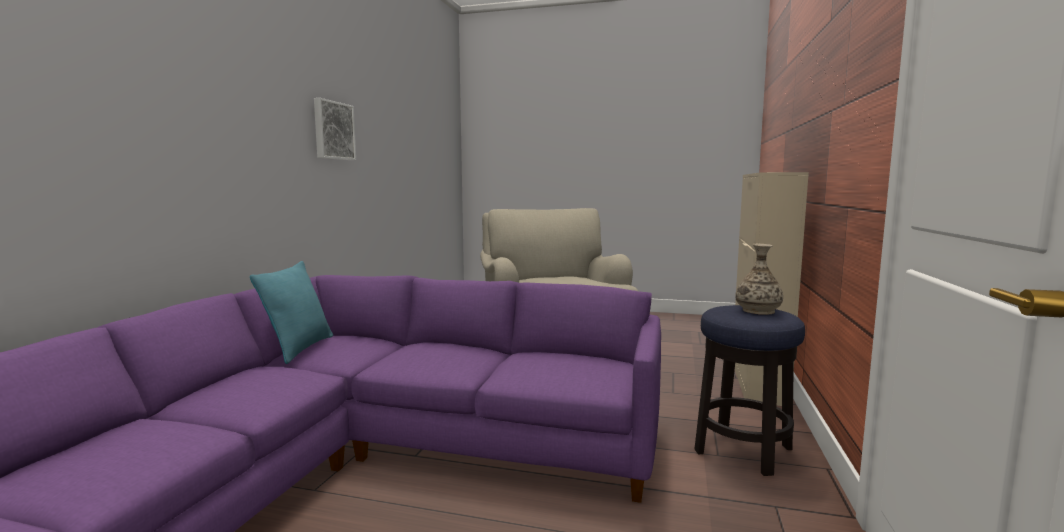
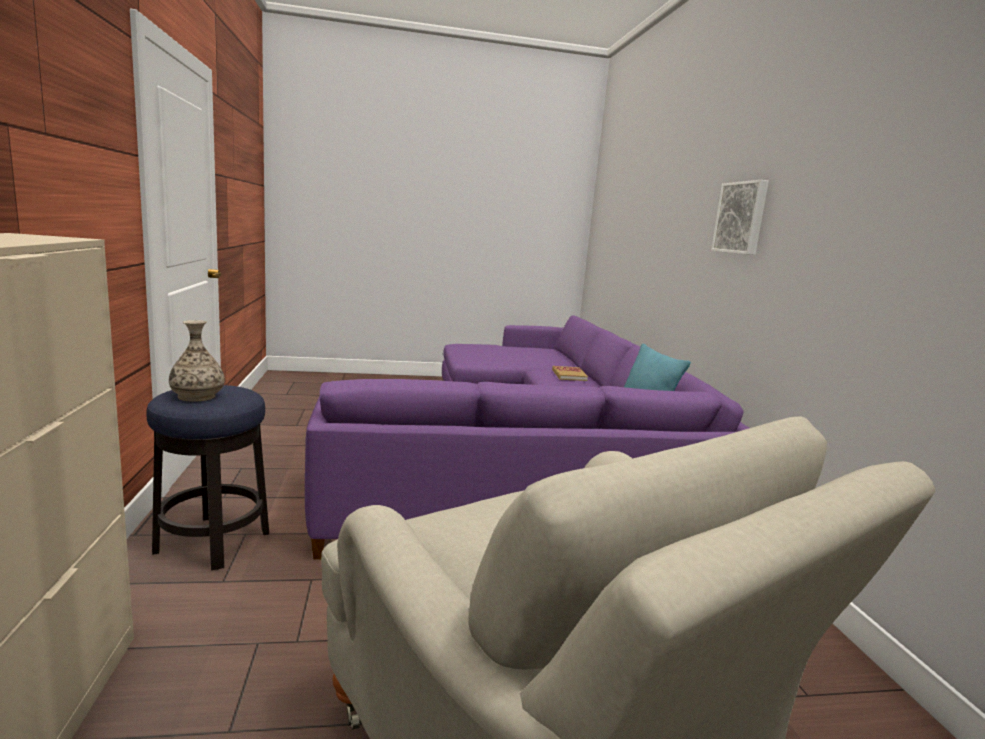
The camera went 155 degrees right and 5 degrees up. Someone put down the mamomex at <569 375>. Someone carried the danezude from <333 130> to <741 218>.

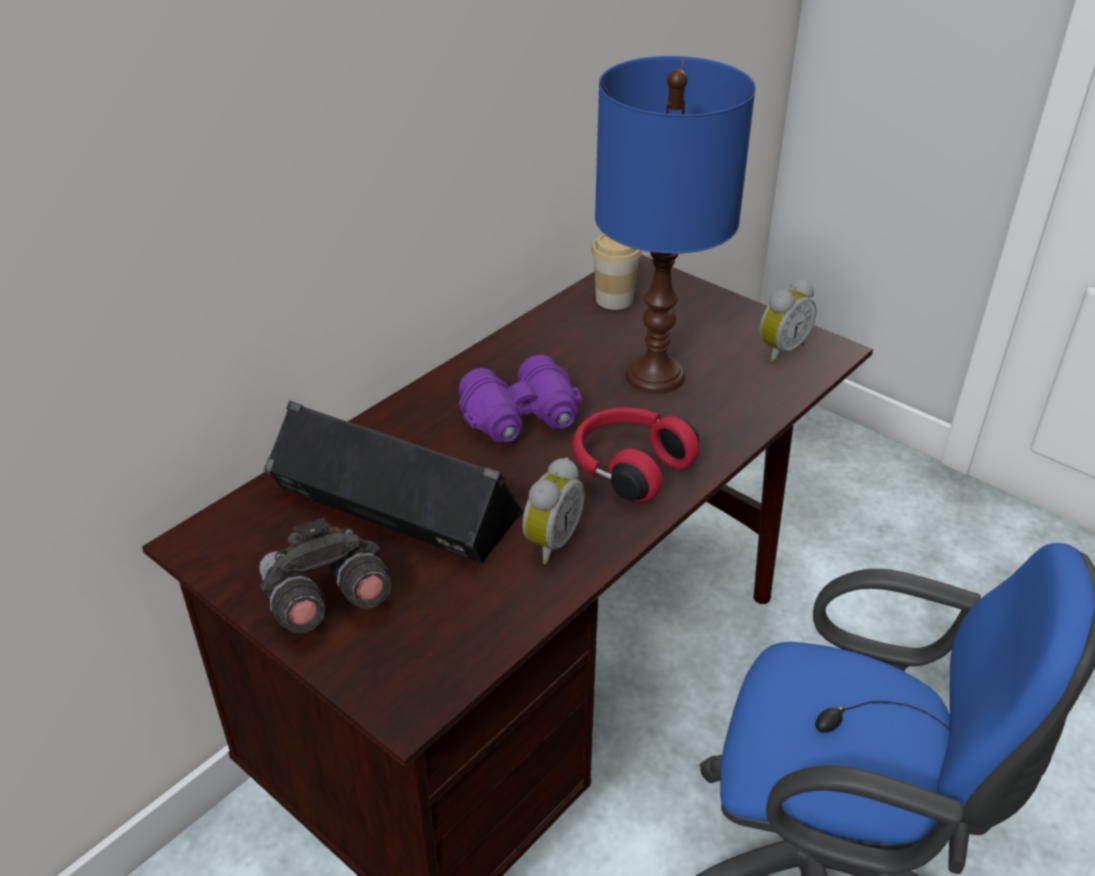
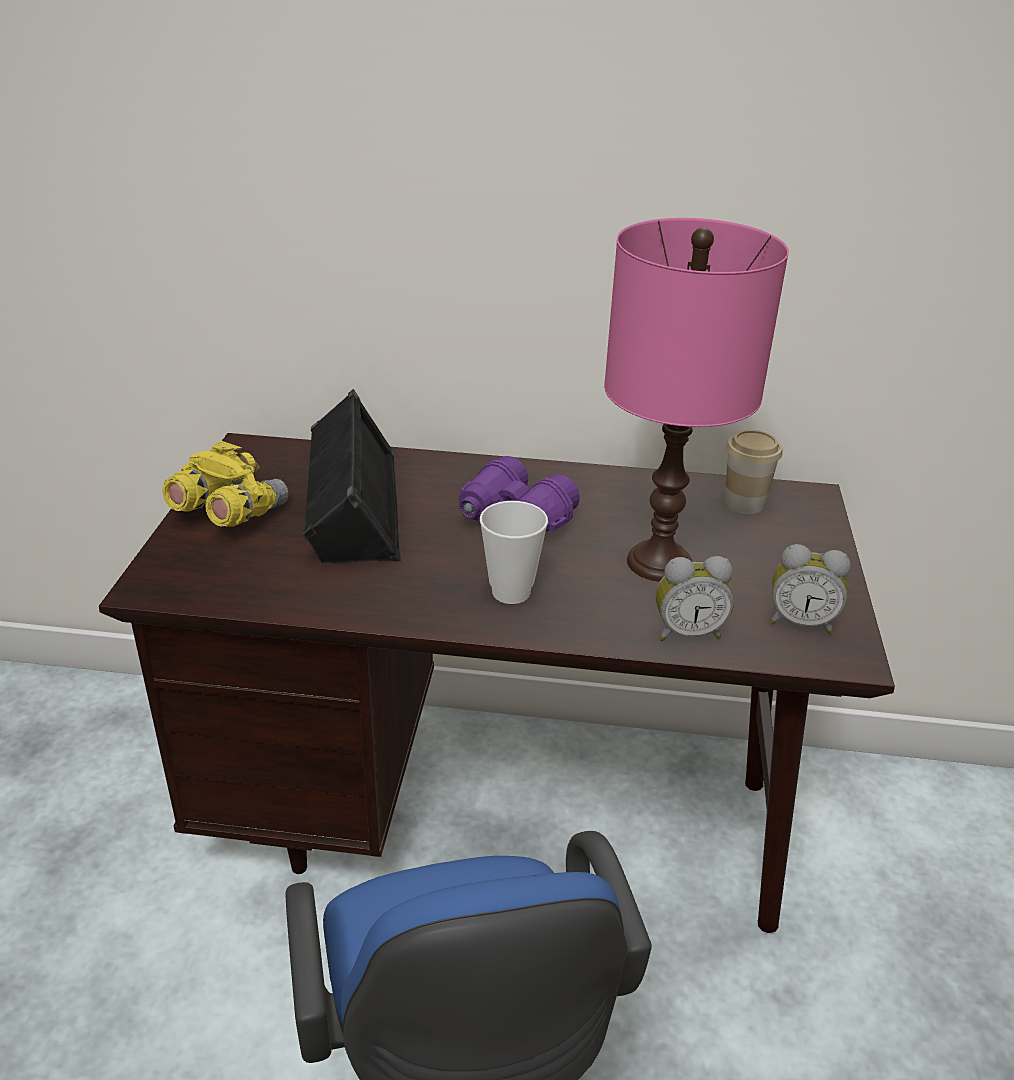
The camera went 55 degrees right and 5 degrees down. Someone carried the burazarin from <549 542> to <687 632>. Someone swapped the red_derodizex at <628 467> for the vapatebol at <511 592>. Someone repainted the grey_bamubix at <324 601>, which became the yellow_bamubix at <228 515>. Someone repainted the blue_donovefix at <655 376>, which became the pink_donovefix at <659 563>.

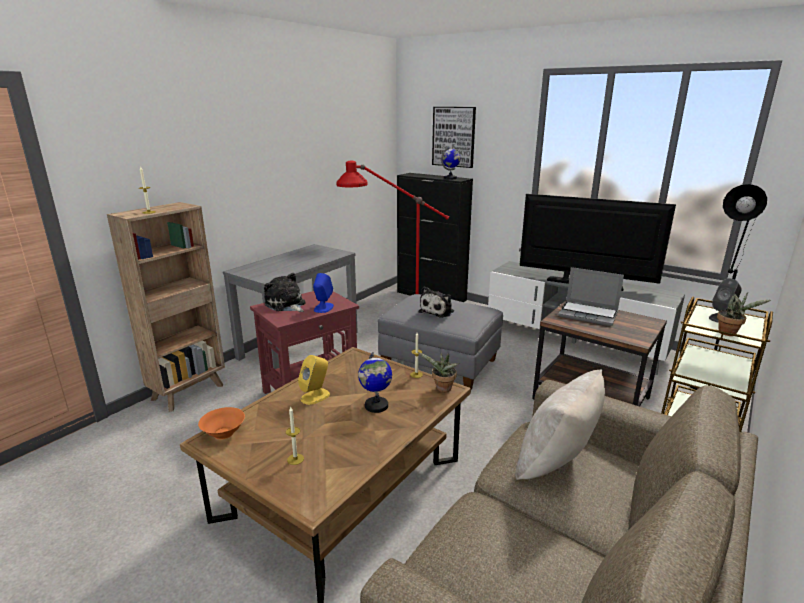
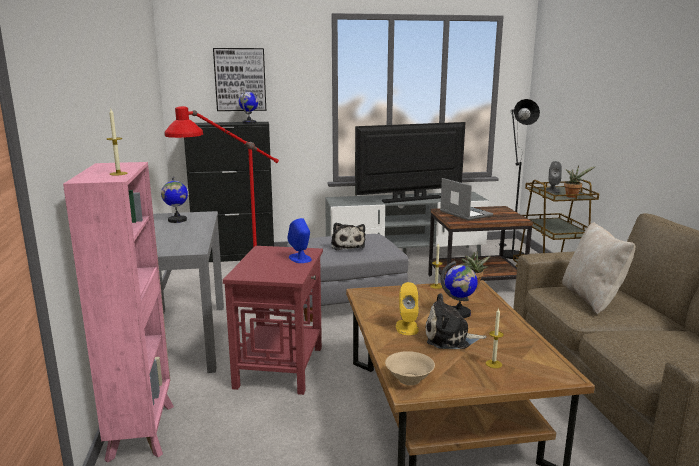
The camera went 45 degrees left and 5 degrees down. Someone put down the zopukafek at <177 220>. Someone carried the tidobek from <286 305> to <450 338>. Someone repainted the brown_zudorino at <189 392>, which became the pink_zudorino at <142 430>. Someone repainted the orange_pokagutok at <224 433>, which became the beige_pokagutok at <409 379>. Someone rotated the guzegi at <589 314> by 105 degrees counterclockwise.

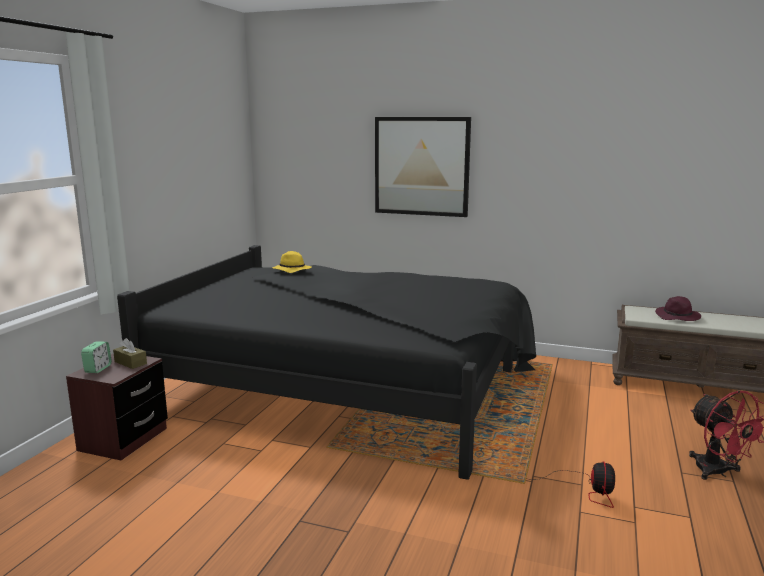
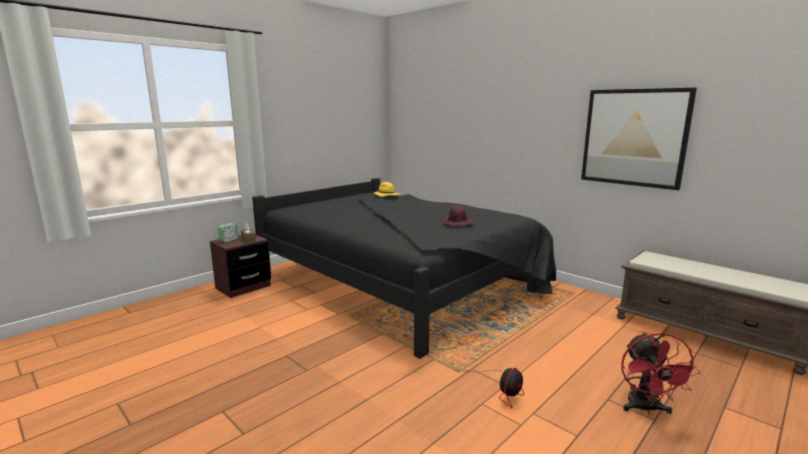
The camera went 25 degrees right and 0 degrees up. Someone carried the danezude from <421 166> to <634 137>. Someone carried the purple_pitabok from <678 317> to <458 223>.

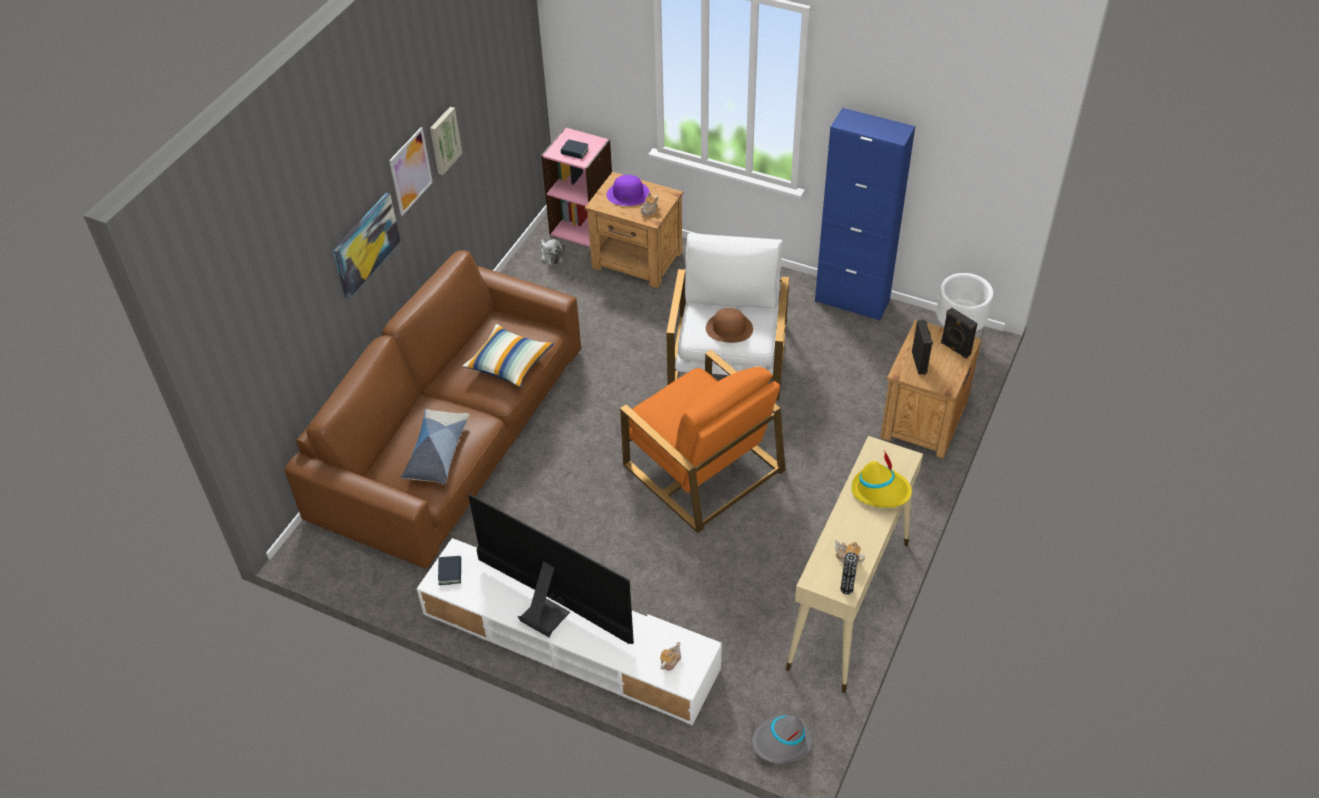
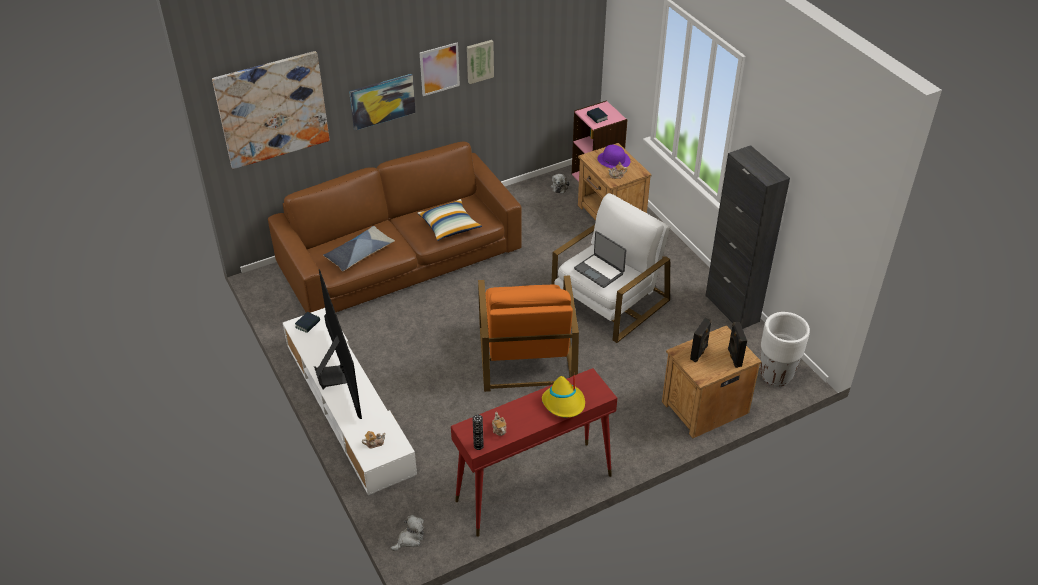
The camera went 35 degrees right and 5 degrees down. Someone put up the danezude at <272 109>. Someone swapped the brown_pitabok at <729 328> for the guzegi at <599 271>. Someone swapped the grey_pitabok at <781 742> for the tidobek at <409 539>. Someone repainted the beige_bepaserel at <848 606>, which became the red_bepaserel at <533 488>. Someone repainted the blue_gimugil at <852 301>, which became the black_gimugil at <732 308>.

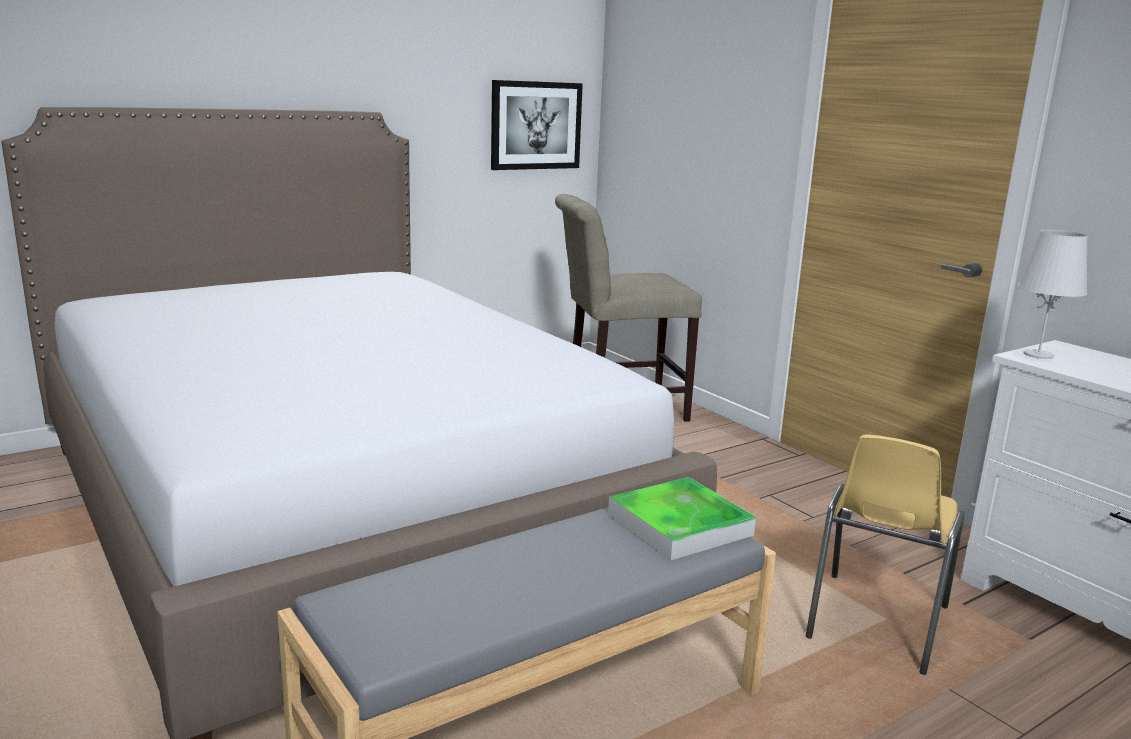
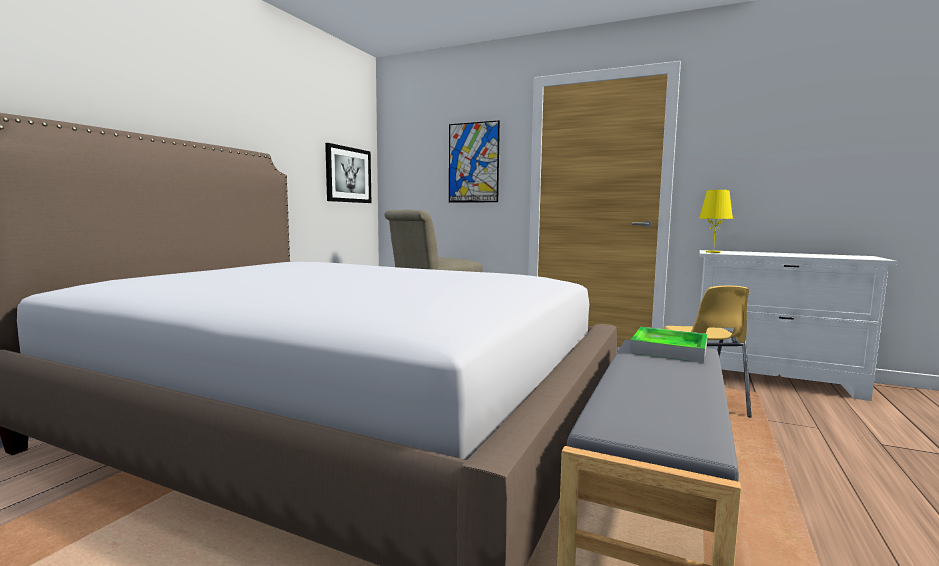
The camera went 30 degrees left and 10 degrees down. Someone put up the danezude at <473 162>. Someone repainted the white_donovefix at <1039 355>, which became the yellow_donovefix at <713 252>.

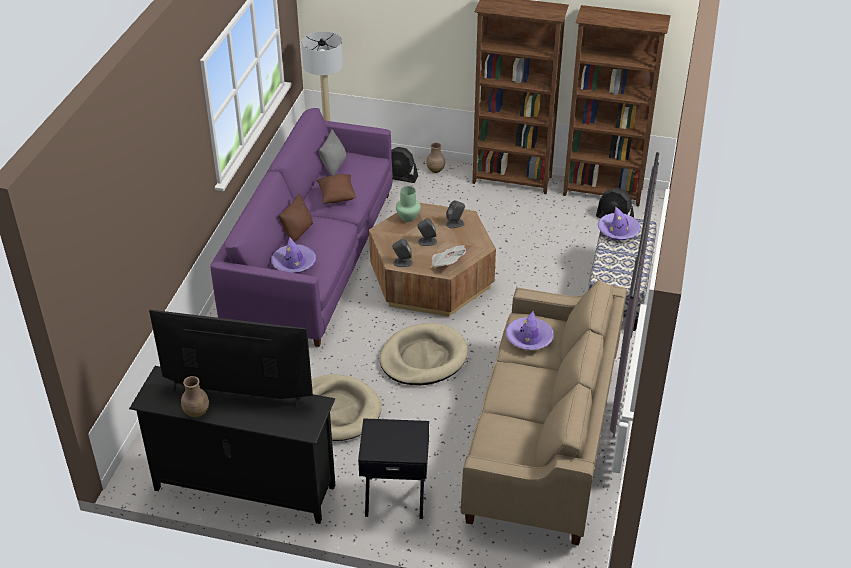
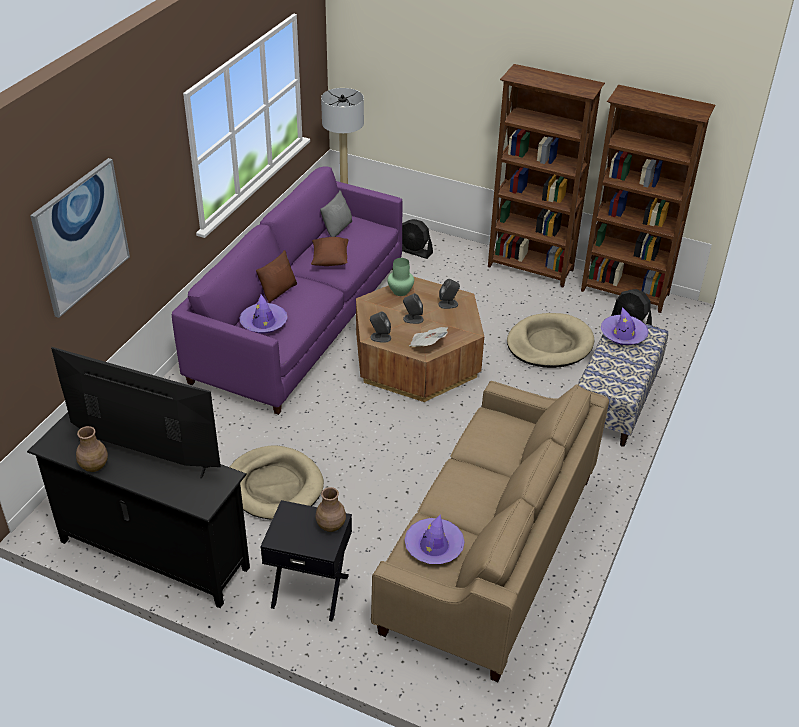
The camera went 10 degrees right and 0 degrees up. Someone put up the danezude at <81 237>. Someone carried the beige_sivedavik from <423 358> to <549 344>. Someone carried the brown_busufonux from <435 170> to <330 526>. Someone carried the purple_pitabok from <529 338> to <434 546>.

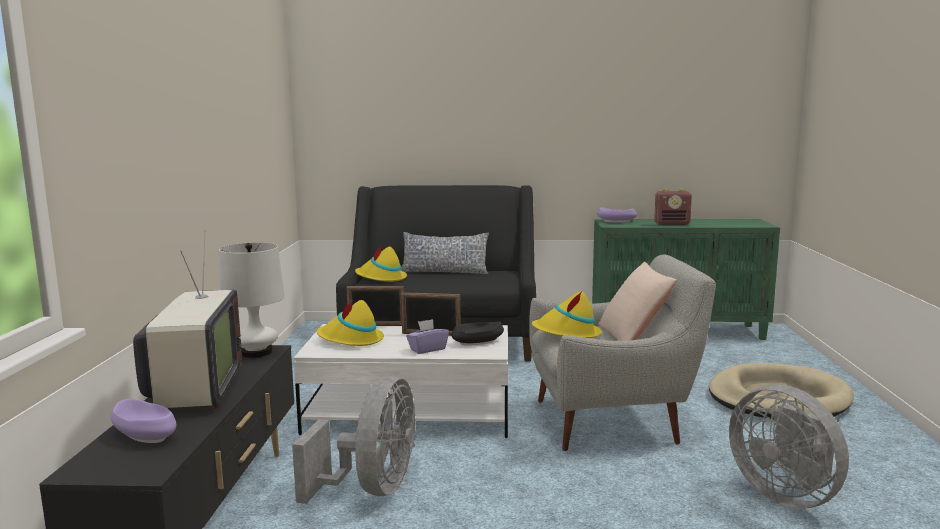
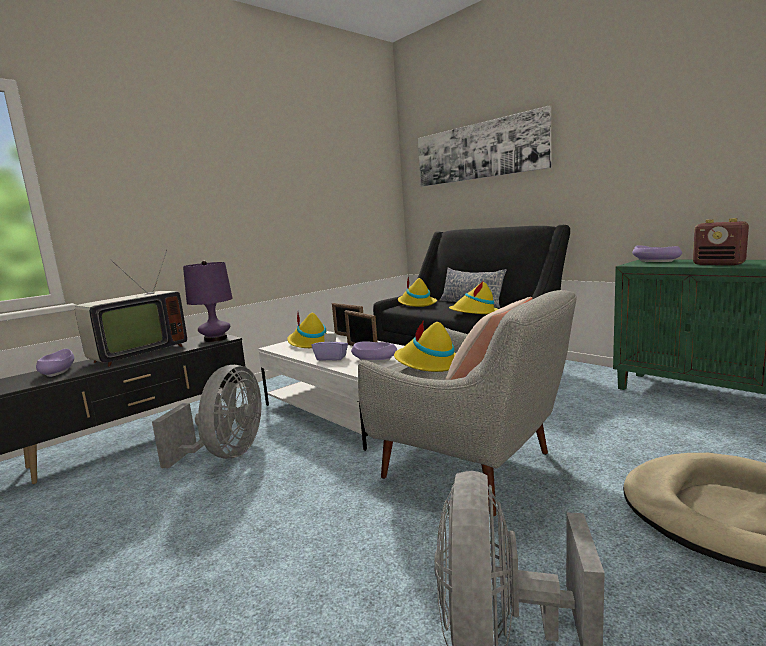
The camera went 45 degrees right and 0 degrees up. Someone put up the danezude at <478 151>. Someone put down the yellow_pitabok at <474 313>. Someone repainted the white_donovefix at <256 352>, which became the purple_donovefix at <215 339>. Someone repainted the black_pokagutok at <478 342>, which became the purple_pokagutok at <375 359>. Someone rotated the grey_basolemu at <372 489> by 45 degrees counterclockwise.

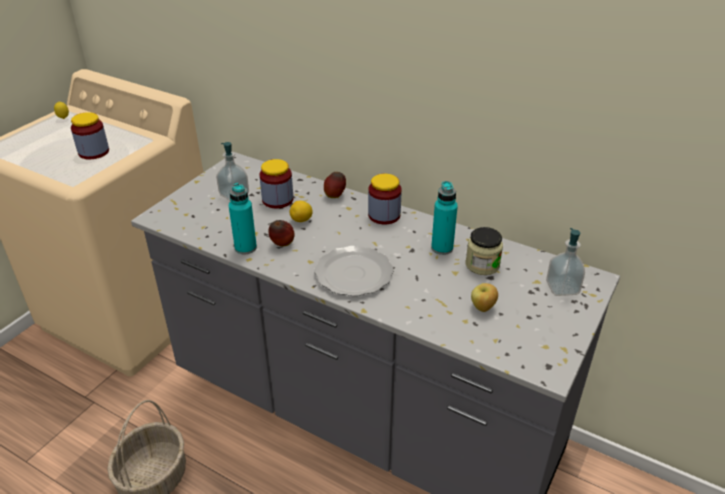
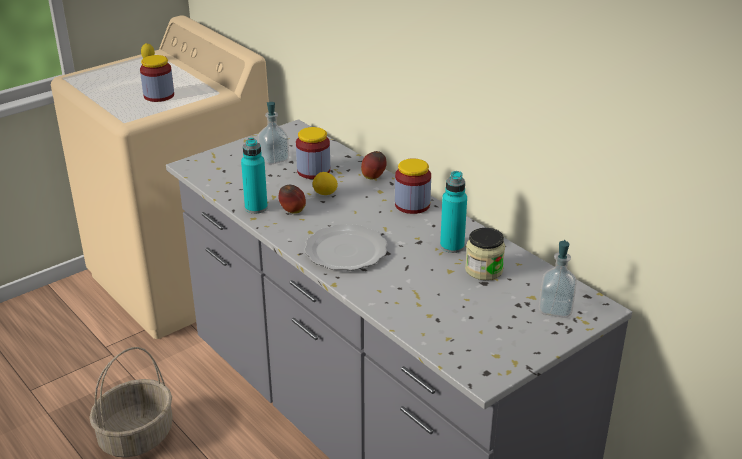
The camera went 20 degrees right and 5 degrees down. Someone took away the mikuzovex at <483 308>.

